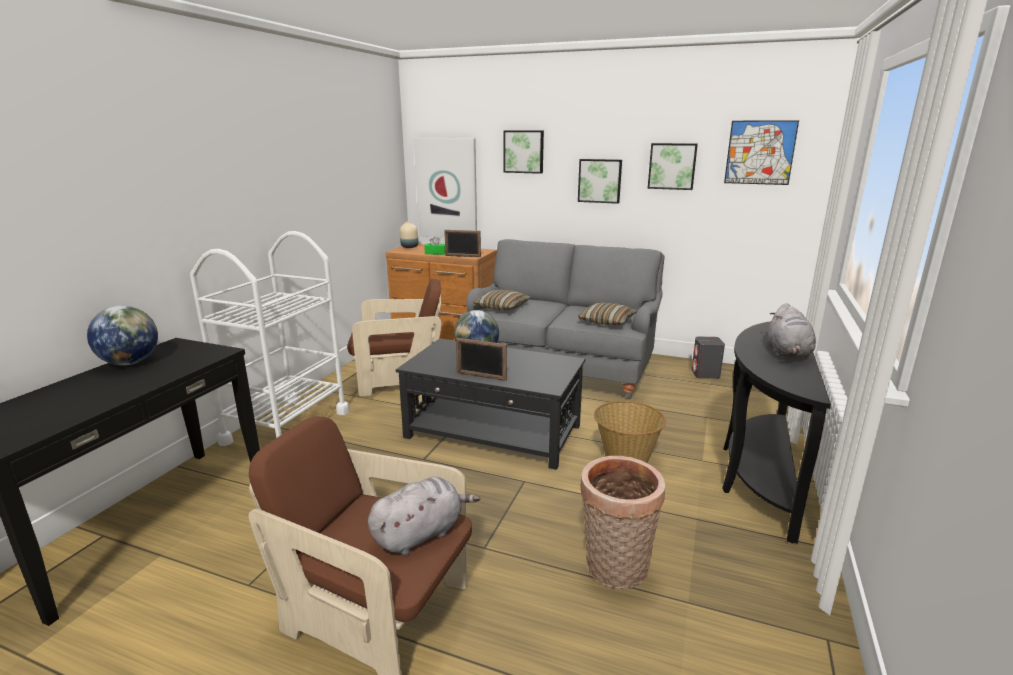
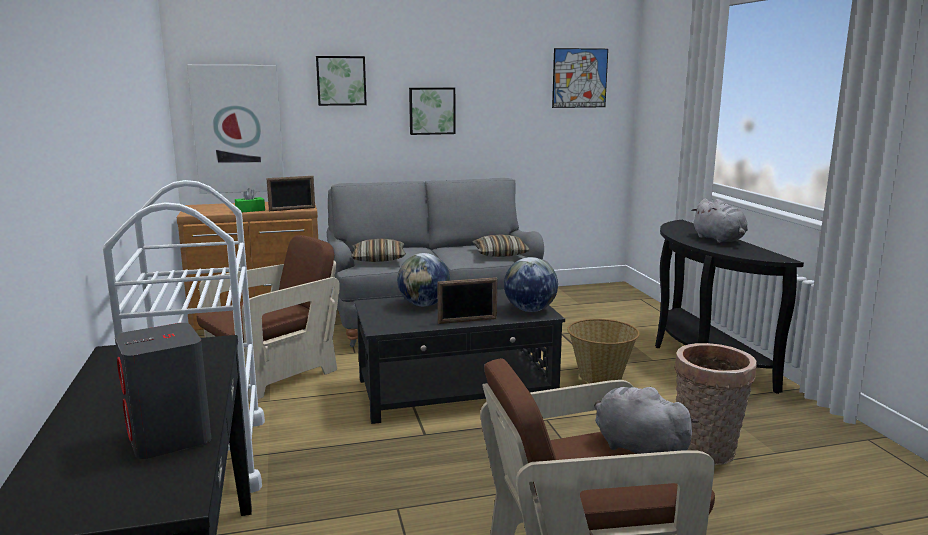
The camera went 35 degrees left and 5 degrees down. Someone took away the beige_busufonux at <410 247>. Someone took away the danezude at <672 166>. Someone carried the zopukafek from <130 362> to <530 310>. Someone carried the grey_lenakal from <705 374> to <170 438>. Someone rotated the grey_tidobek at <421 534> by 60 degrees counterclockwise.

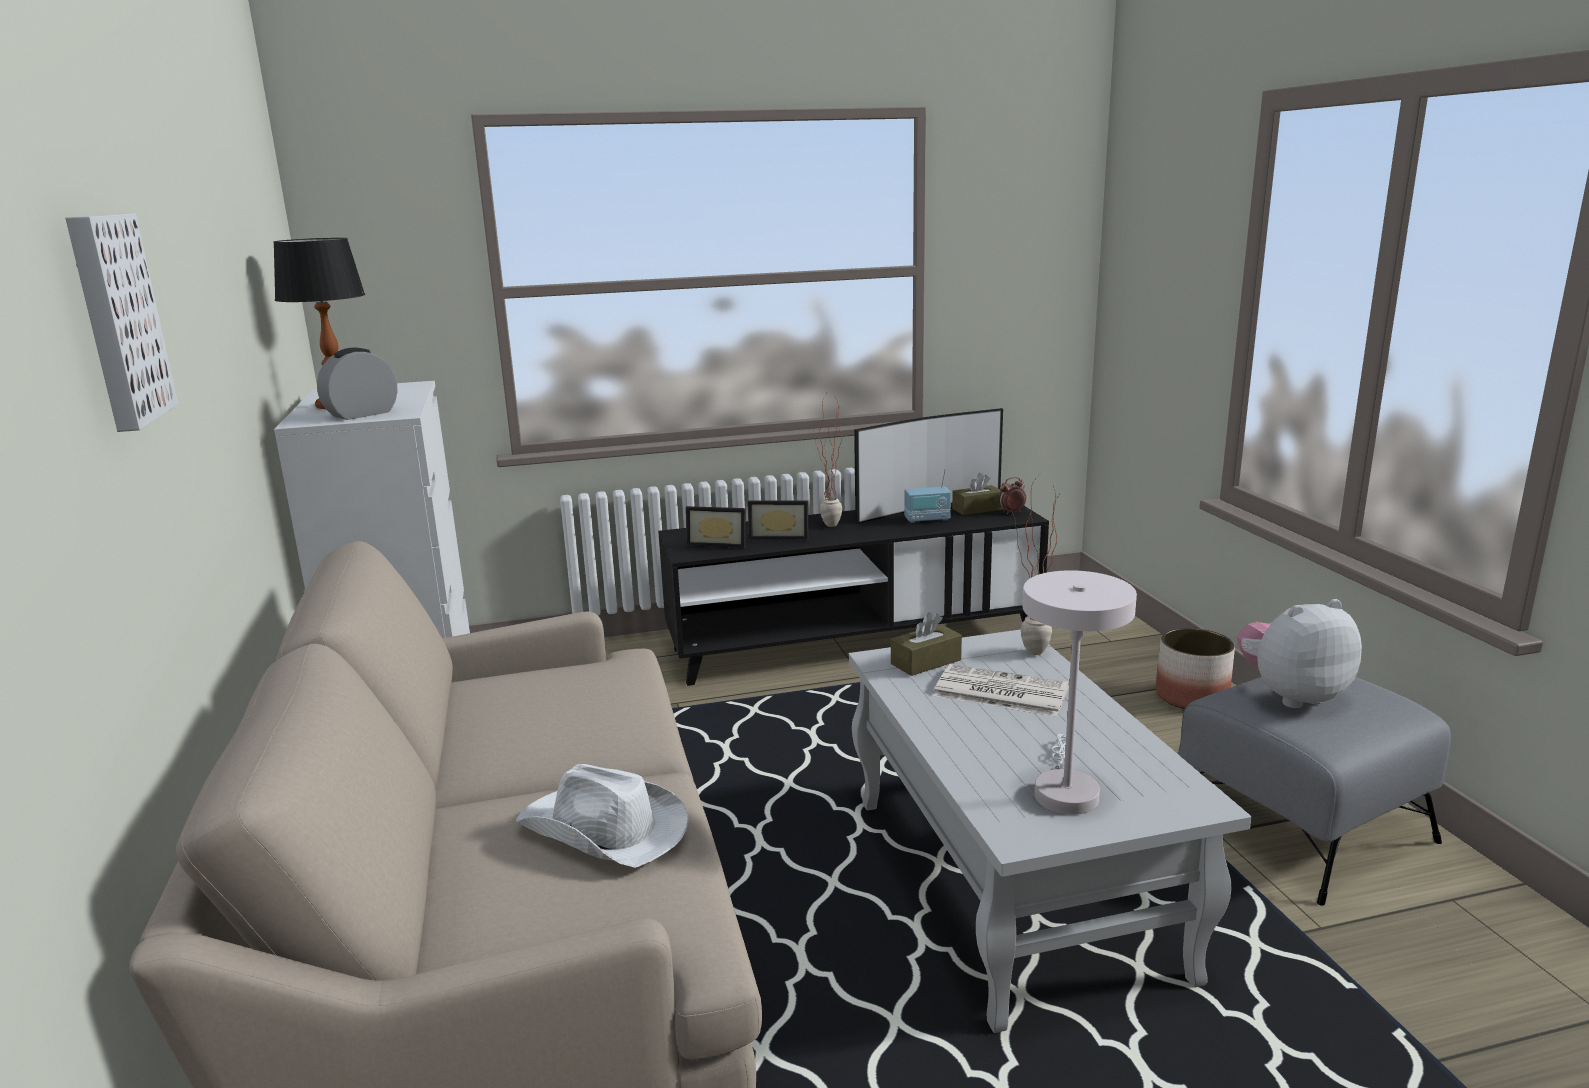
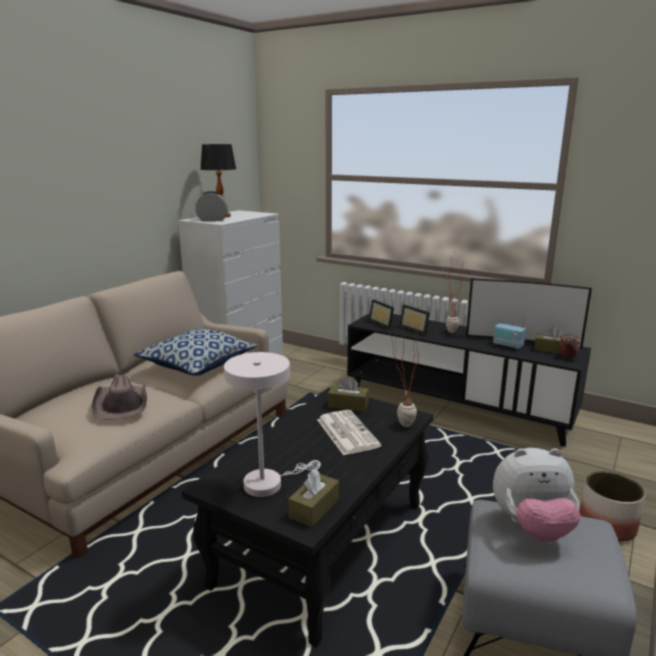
The camera went 45 degrees right and 0 degrees up. Someone took away the danezude at <115 320>. Someone put down the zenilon at <198 364>. Someone put down the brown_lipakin at <314 508>. Someone repainted the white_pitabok at <603 829>, which became the brown_pitabok at <121 404>. Someone repainted the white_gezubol at <1010 883>, which became the black_gezubol at <323 542>. Someone rotated the tidobek at <1291 695> by 150 degrees clockwise.

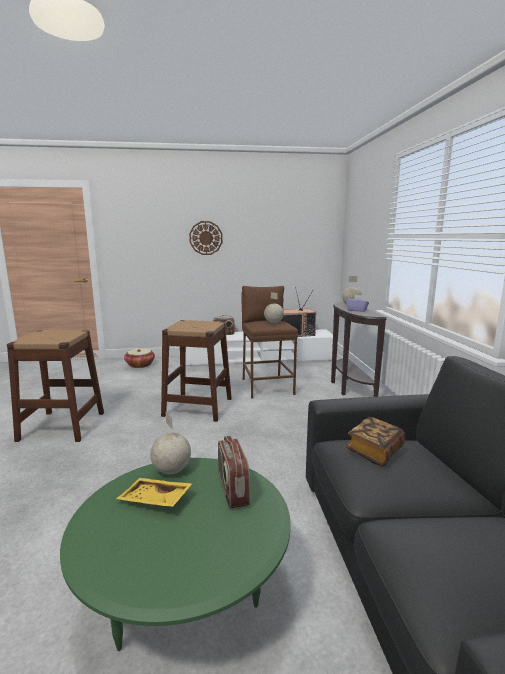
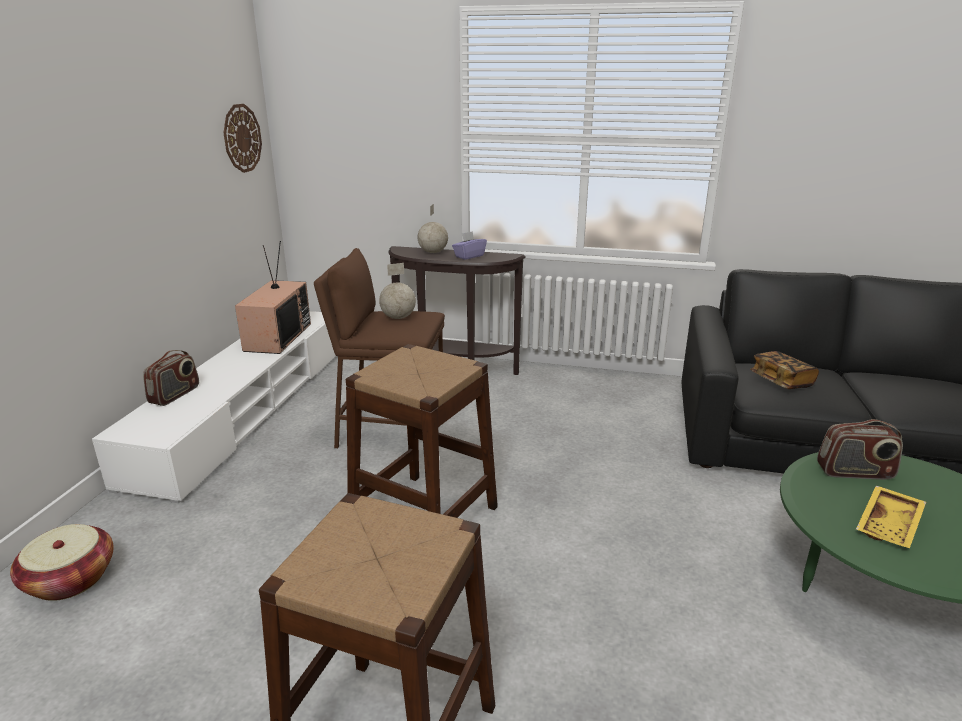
The camera went 70 degrees left and 10 degrees up. Someone took away the zopukafek at <171 471>. Someone carried the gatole from <206 238> to <242 138>.

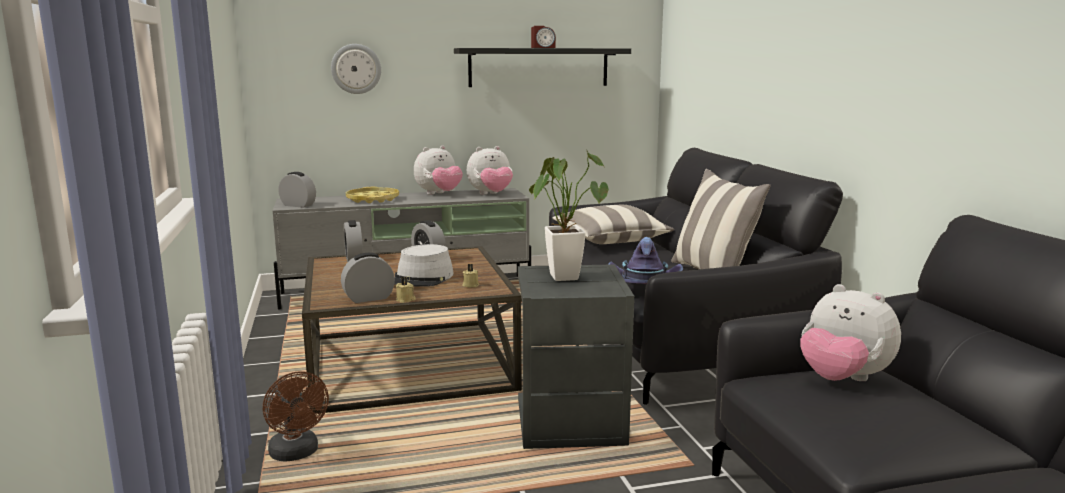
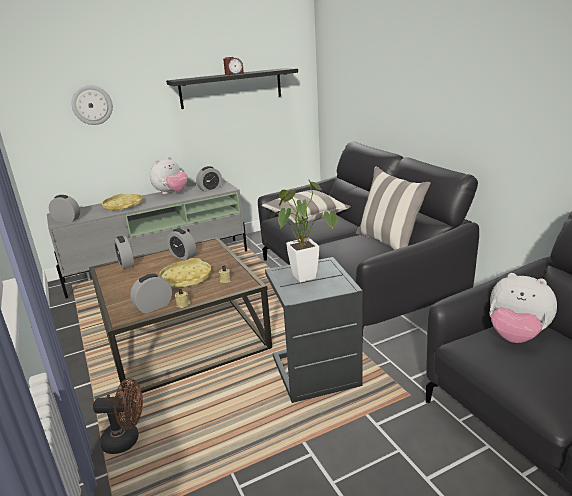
The camera went 10 degrees left and 10 degrees up. Someone took away the purple_pitabok at <643 286>. Someone swapped the grey_pitabok at <422 278> for the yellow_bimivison at <186 278>. Someone swapped the tidobek at <491 194> for the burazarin at <210 189>. Someone rotated the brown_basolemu at <297 454> by 45 degrees counterclockwise.

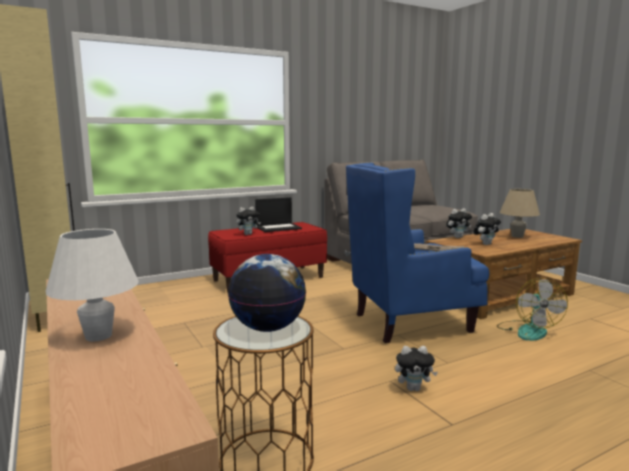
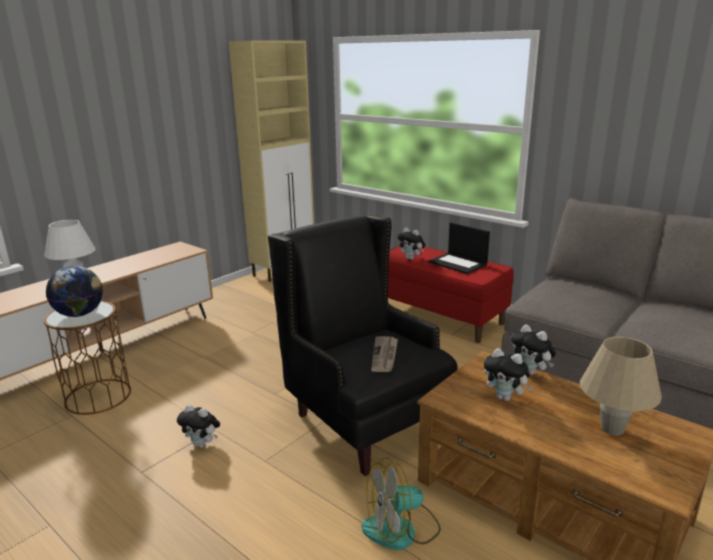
The camera went 70 degrees right and 10 degrees up. Someone repainted the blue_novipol at <410 323>, which became the black_novipol at <365 424>. Someone rotated the tidobek at <414 388> by 45 degrees counterclockwise.

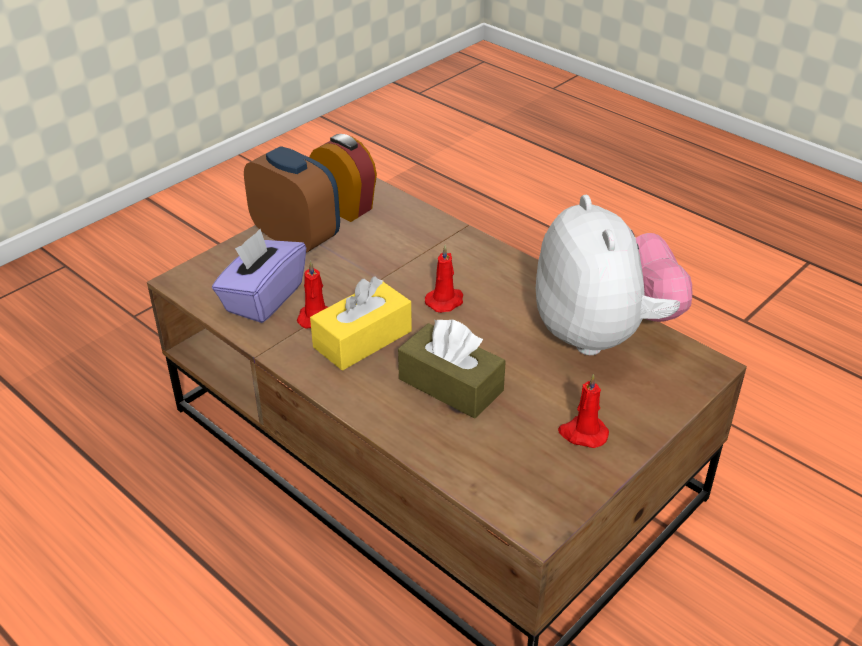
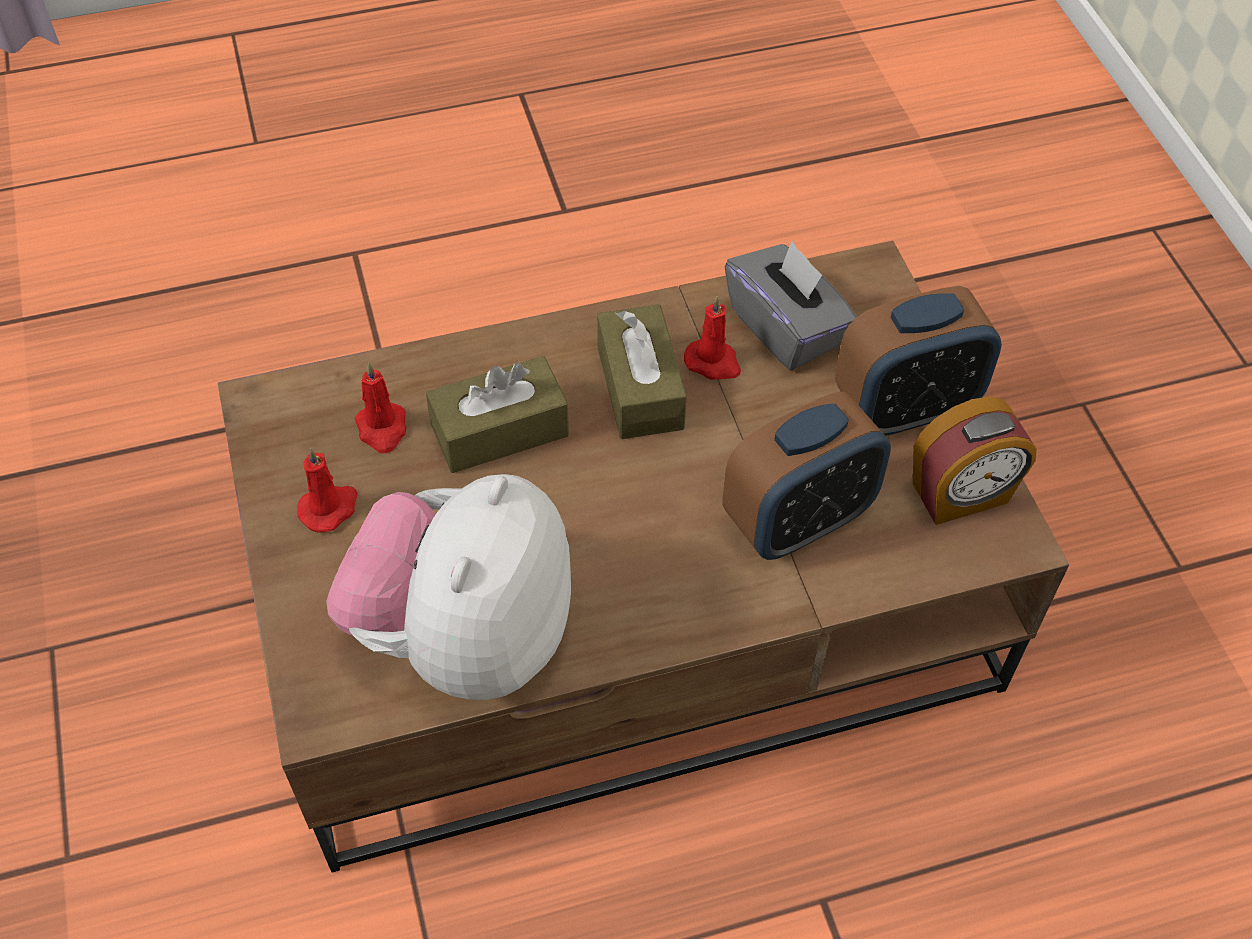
The camera went 120 degrees right and 15 degrees up. Someone put down the burazarin at <798 520>. Someone carried the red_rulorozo from <445 301> to <382 429>. Someone repainted the purple_lipakin at <263 298>, which became the grey_lipakin at <786 328>. Someone repainted the yellow_lipakin at <362 339>, which became the brown_lipakin at <640 388>. Someone rotated the tidobek at <602 334> by 90 degrees clockwise.

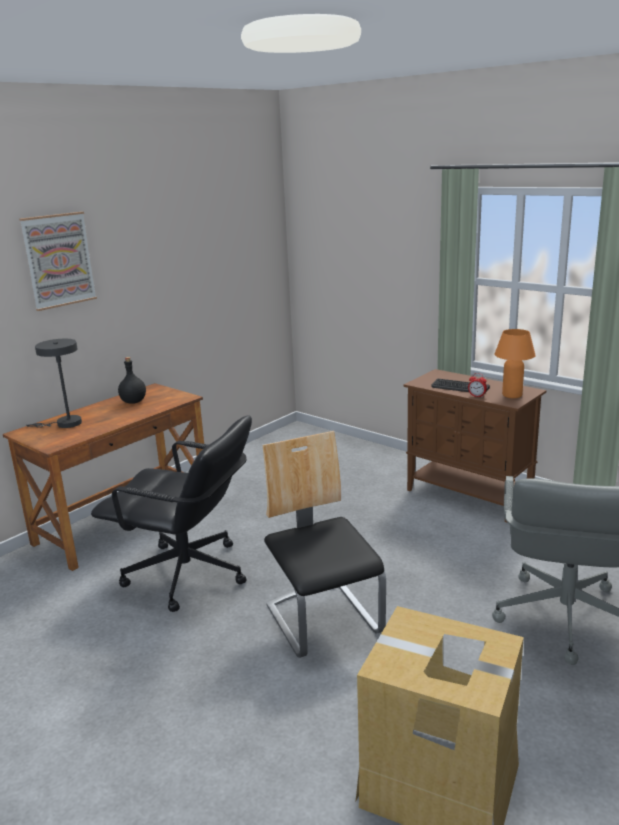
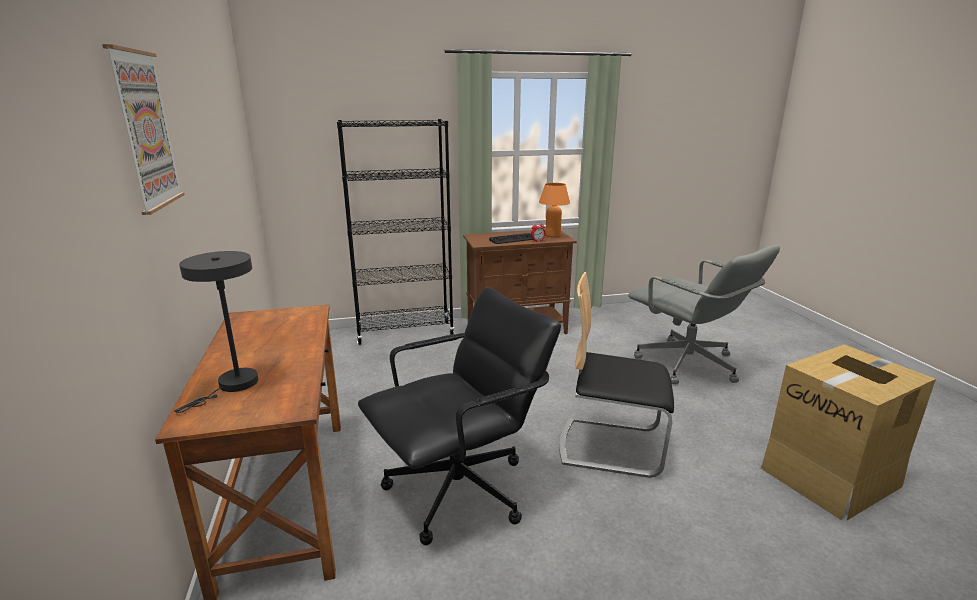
The camera went 55 degrees left and 0 degrees up. Someone took away the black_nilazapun at <134 401>. Someone put down the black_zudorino at <405 333>.

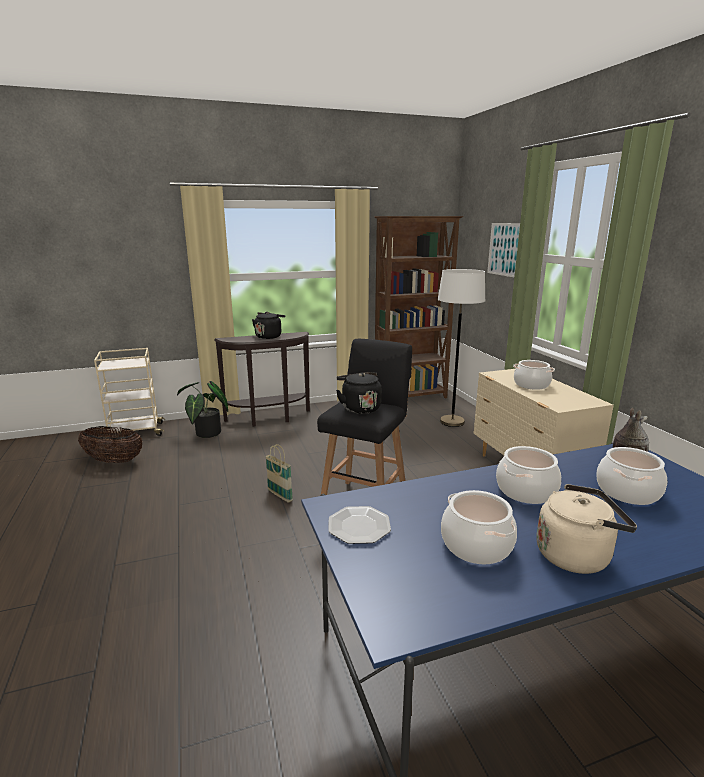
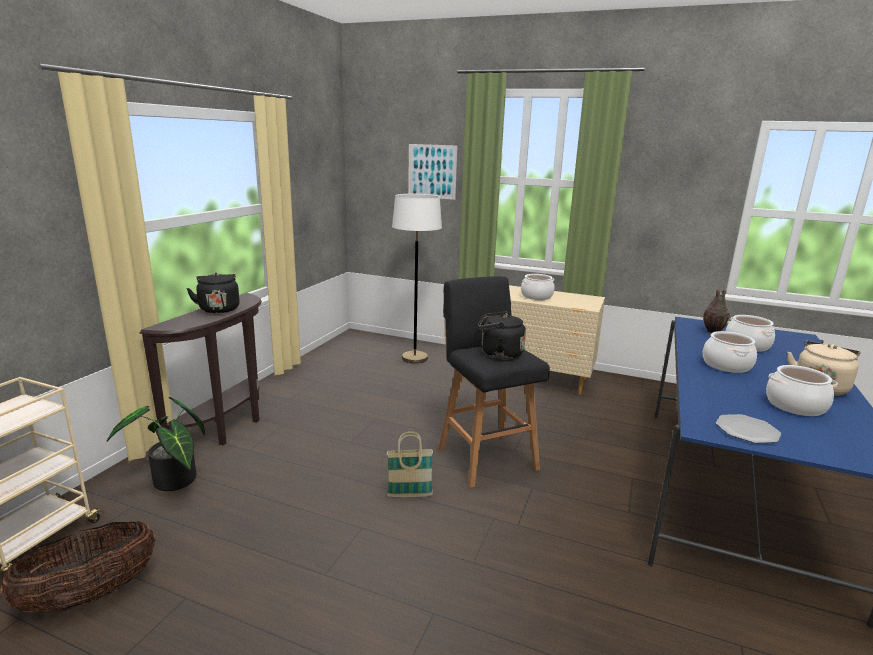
The camera went 50 degrees left and 0 degrees up. Someone took away the brown_zudorino at <411 397>.

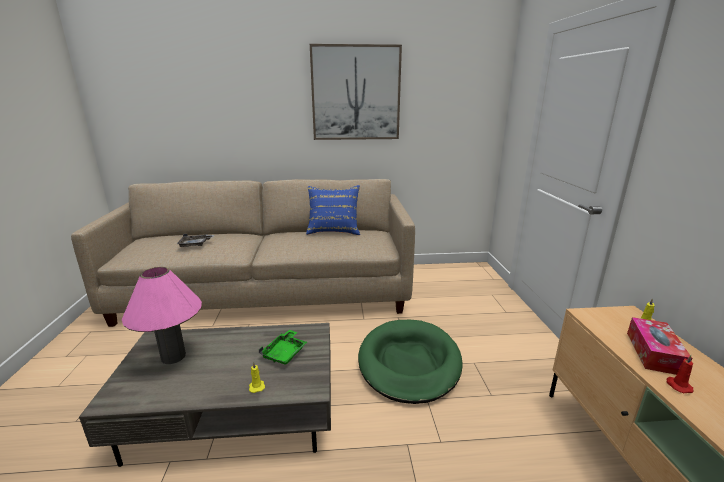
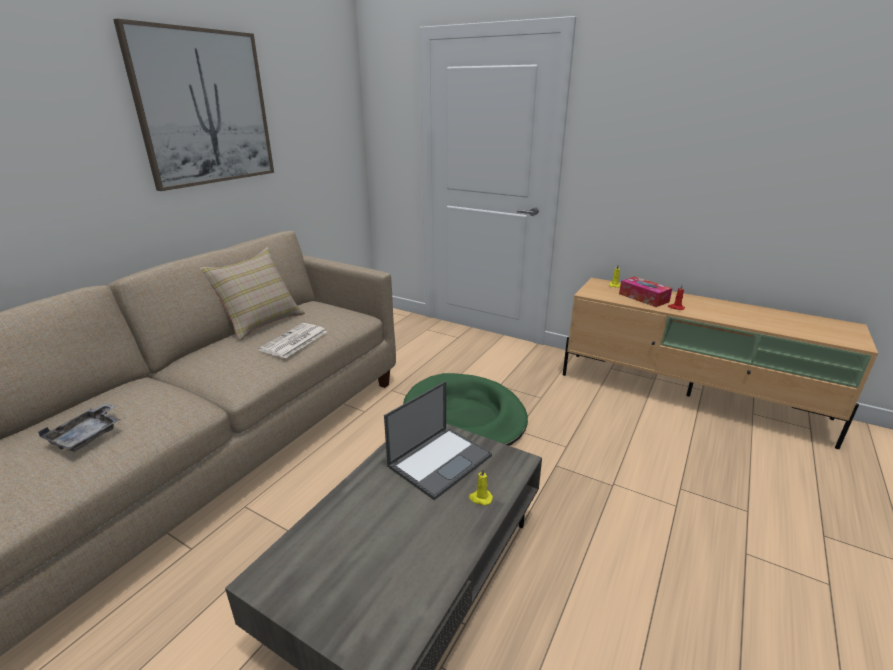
The camera went 55 degrees left and 5 degrees up. Someone took away the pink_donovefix at <173 356>. Someone put down the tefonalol at <294 341>. Someone swapped the green_bimivison at <285 353> for the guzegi at <440 460>. Someone repainted the blue_zenilon at <334 230>, which became the beige_zenilon at <260 322>.

